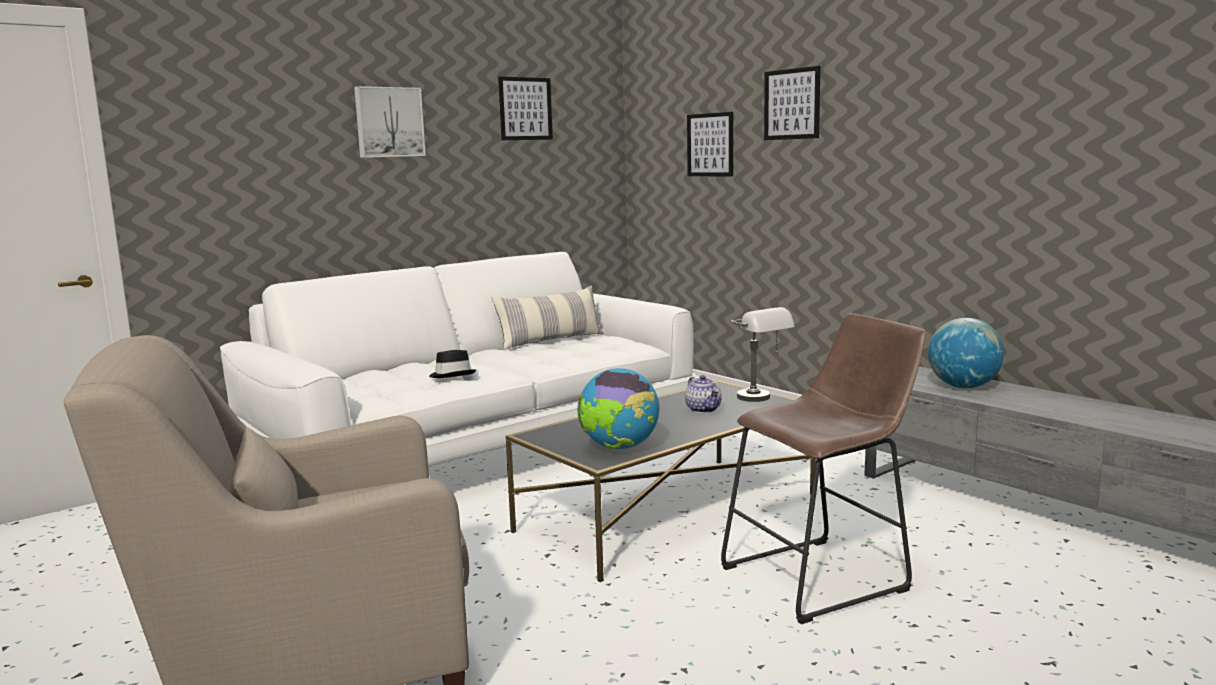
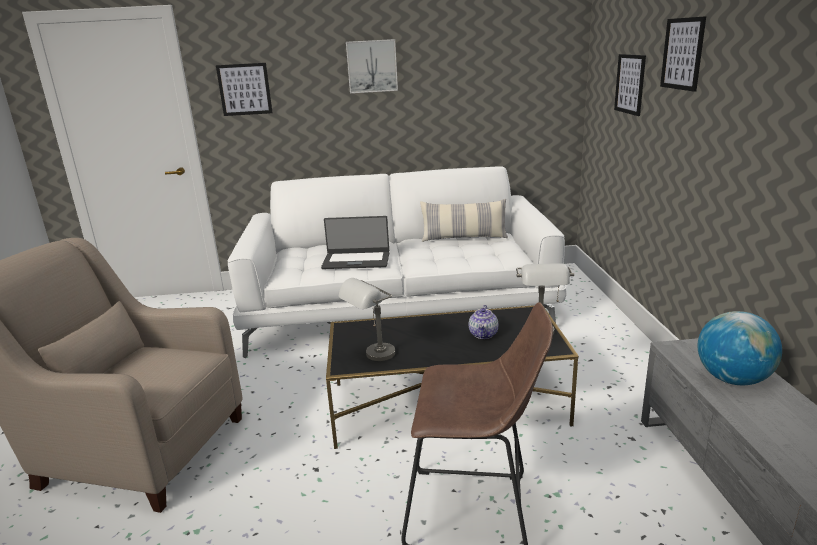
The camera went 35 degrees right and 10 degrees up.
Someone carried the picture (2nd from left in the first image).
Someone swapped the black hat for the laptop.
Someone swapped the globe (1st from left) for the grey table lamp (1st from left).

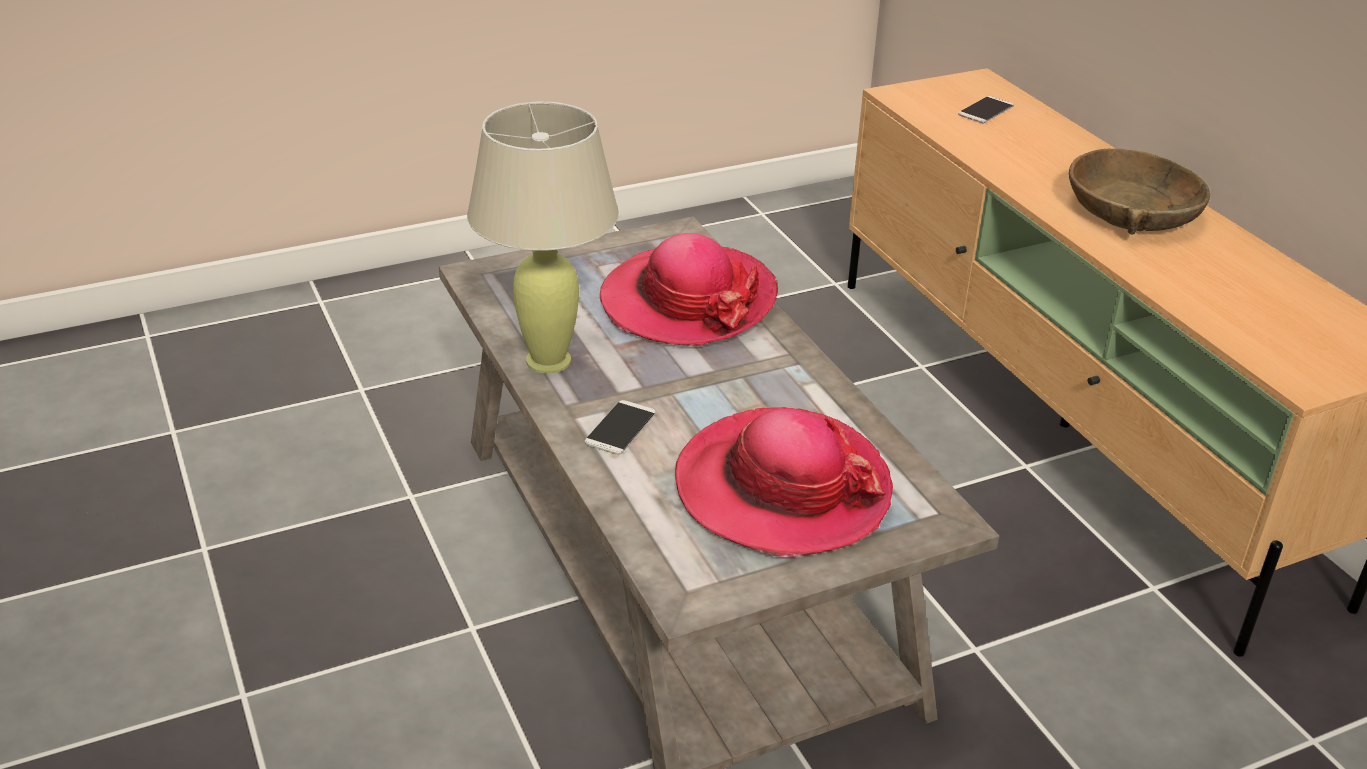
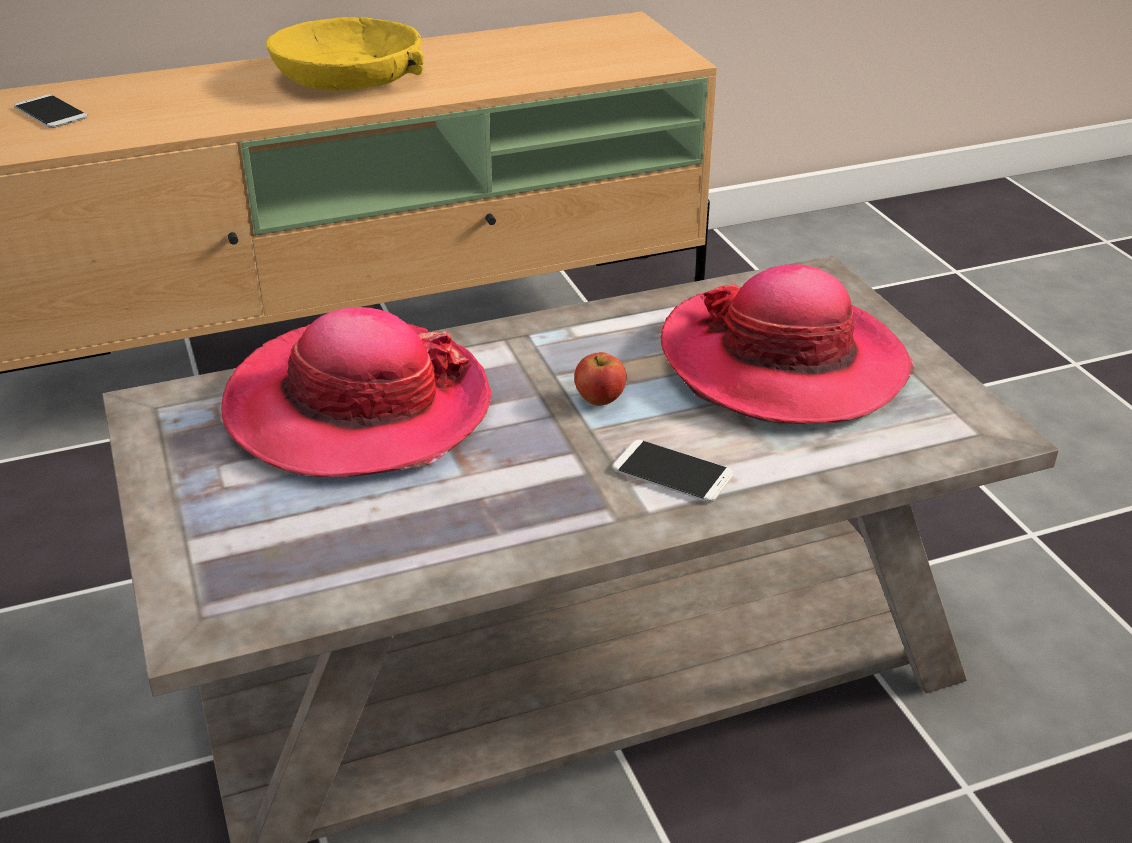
The camera went 85 degrees left and 0 degrees up.
Someone took away the beige table lamp.
Someone put down the apple.
Someone repainted the brown bowl, which became the yellow bowl.

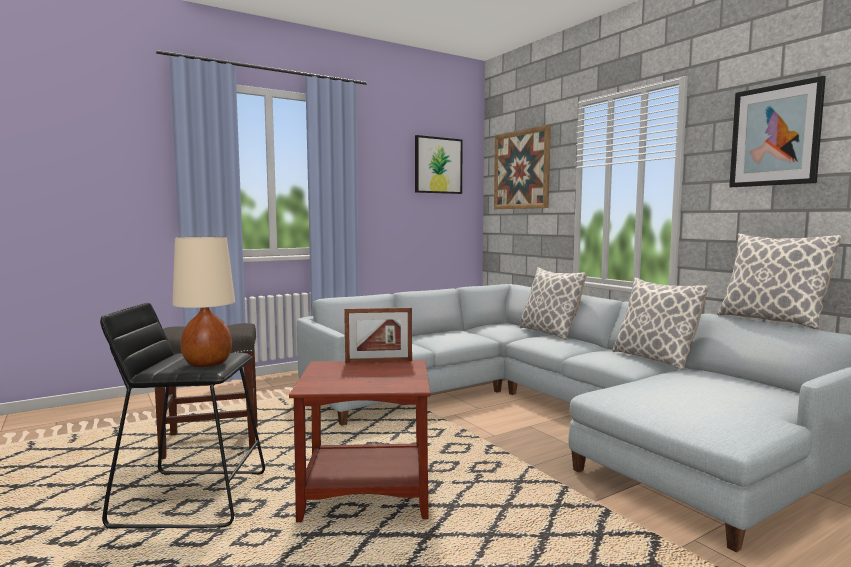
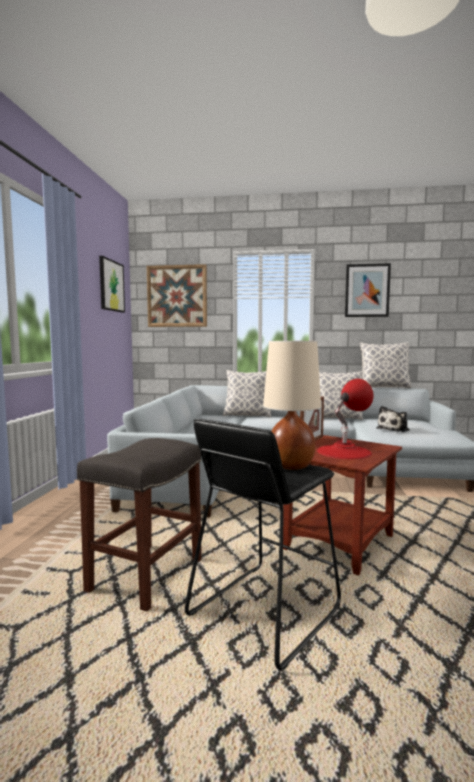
The camera went 50 degrees left and 0 degrees up.
Someone put down the red table lamp.
Someone put down the plush toy.

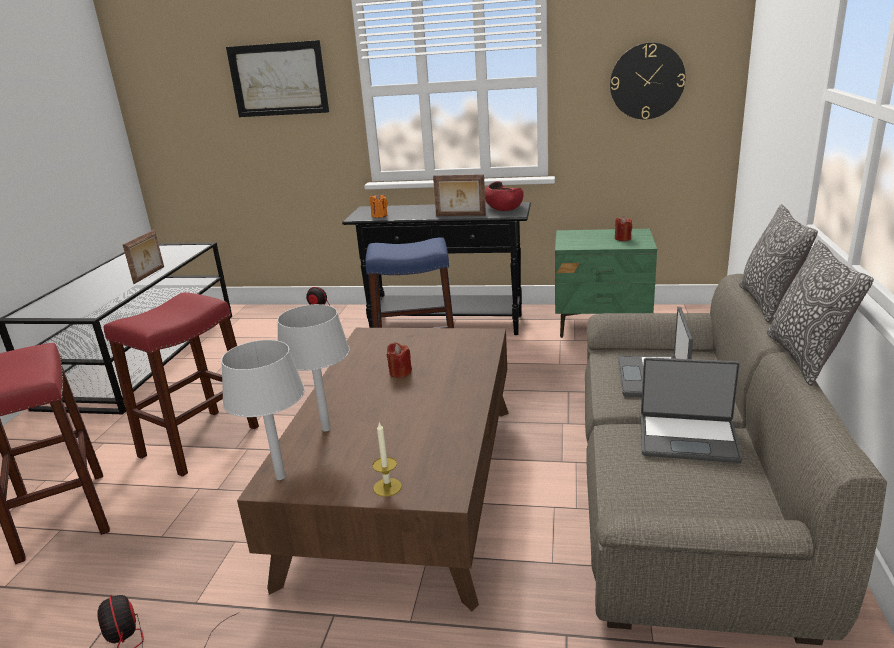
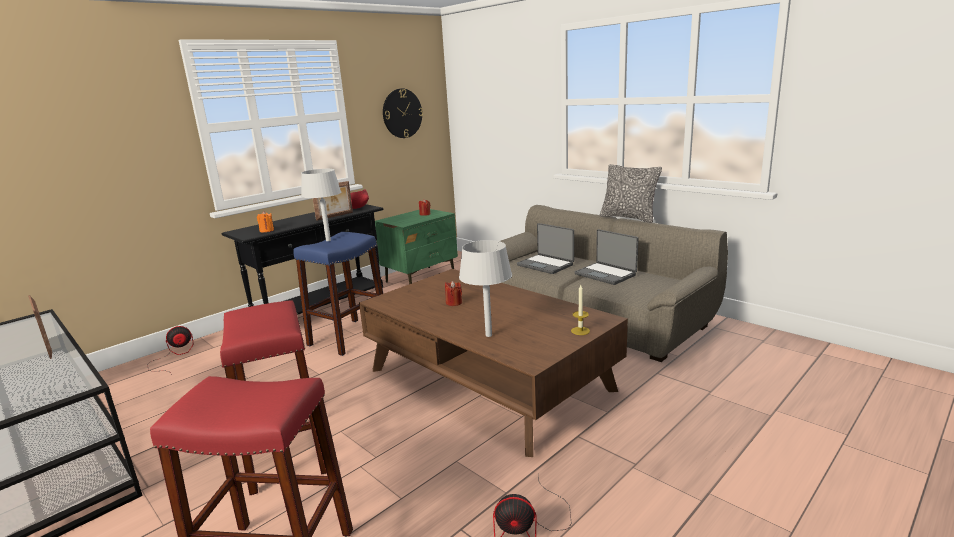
The camera went 55 degrees left and 5 degrees down.
Someone took away the picture.
Someone took away the pillow (1st from left).
Someone carried the grey table lamp (1st from left).
Someone rotated the laptop (2nd from left) by 90 degrees clockwise.

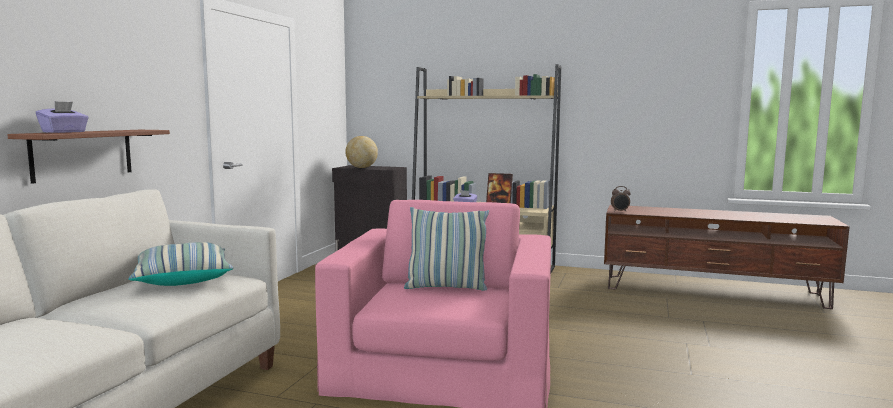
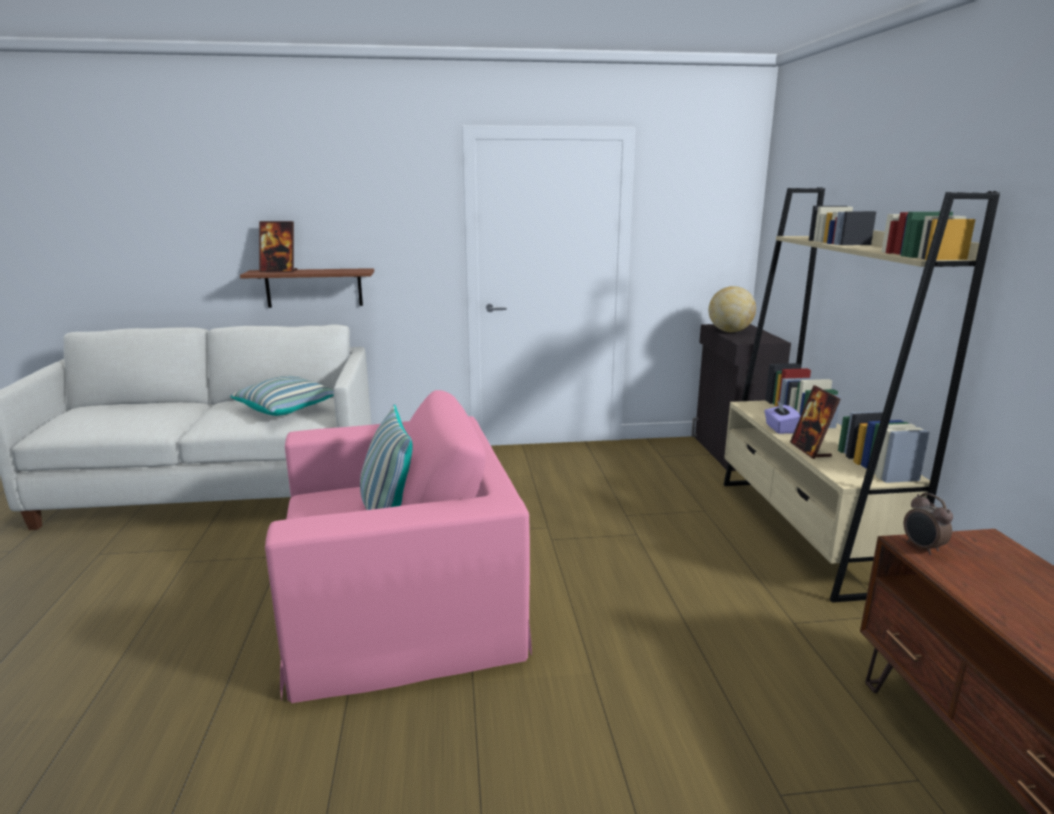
The camera went 65 degrees right and 10 degrees up.
Someone swapped the purple tissue box (1st from left) for the picture frame (1st from left).

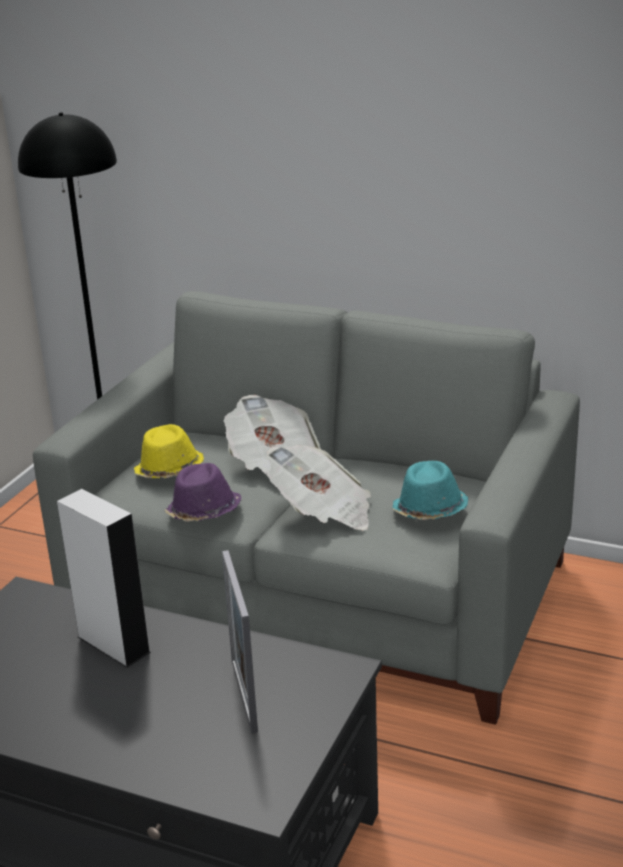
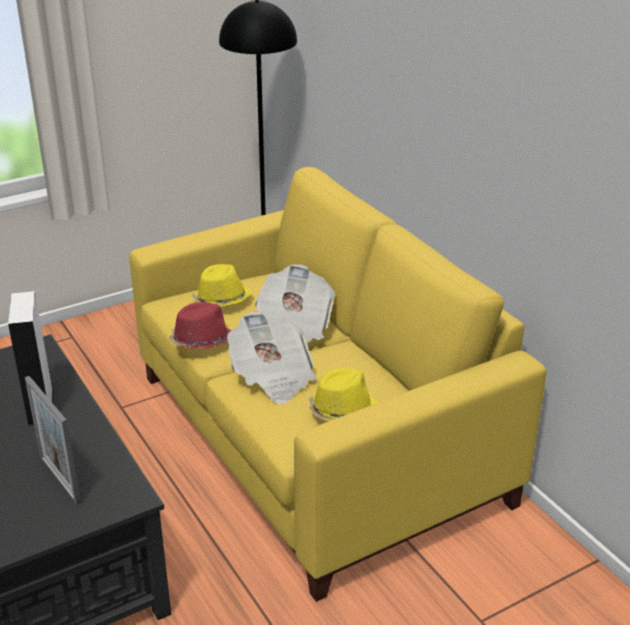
The camera went 35 degrees right and 5 degrees up.
Someone repainted the grey sofa, which became the yellow sofa.
Someone repainted the purple hat, which became the red hat.
Someone repainted the turquoise hat, which became the yellow hat (2nd from left).
Someone rotated the picture frame by 60 degrees counterclockwise.

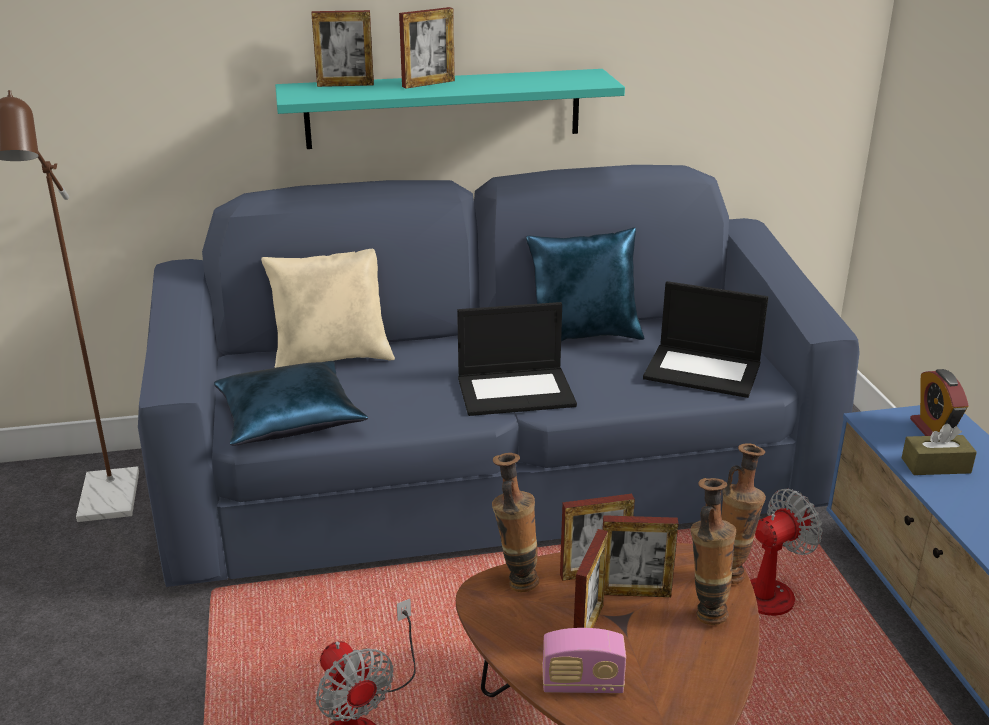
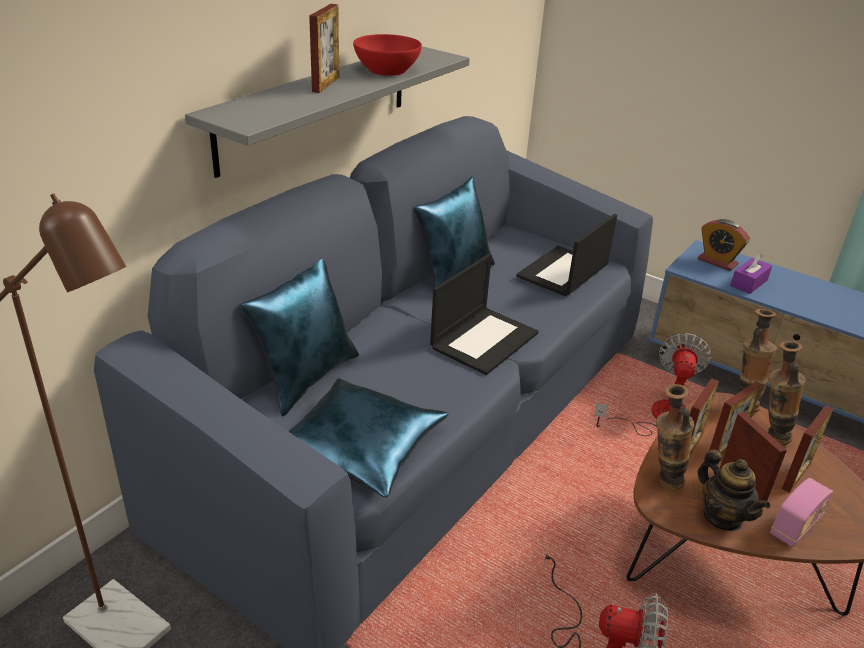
The camera went 45 degrees left and 5 degrees up.
Someone put down the red bowl.
Someone put down the teapot.
Someone carried the picture frame (1st from left in the first image).
Someone repainted the beige pillow, which became the blue pillow (1st from left).
Someone repainted the turquoise shelf, which became the grey shelf.
Someone repainted the brown tissue box, which became the purple tissue box.
Someone rotated the laptop (2nd from left) by 150 degrees clockwise.

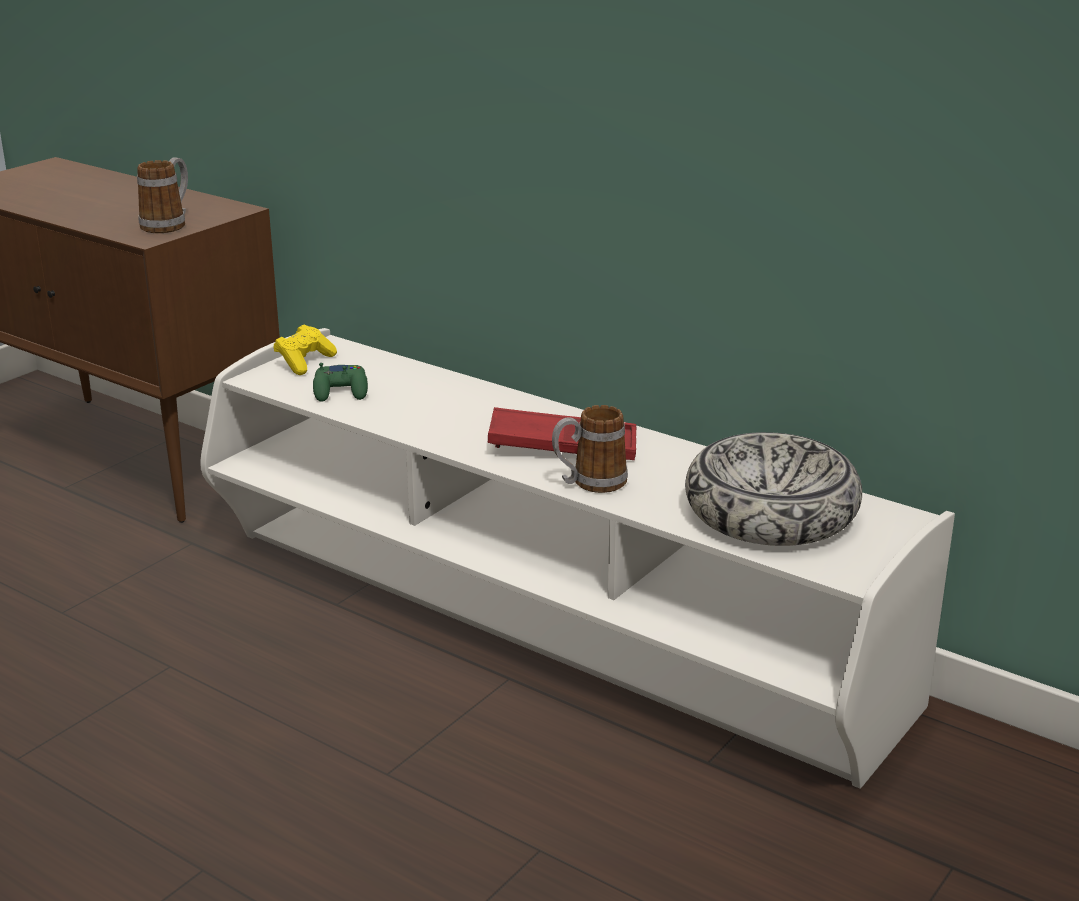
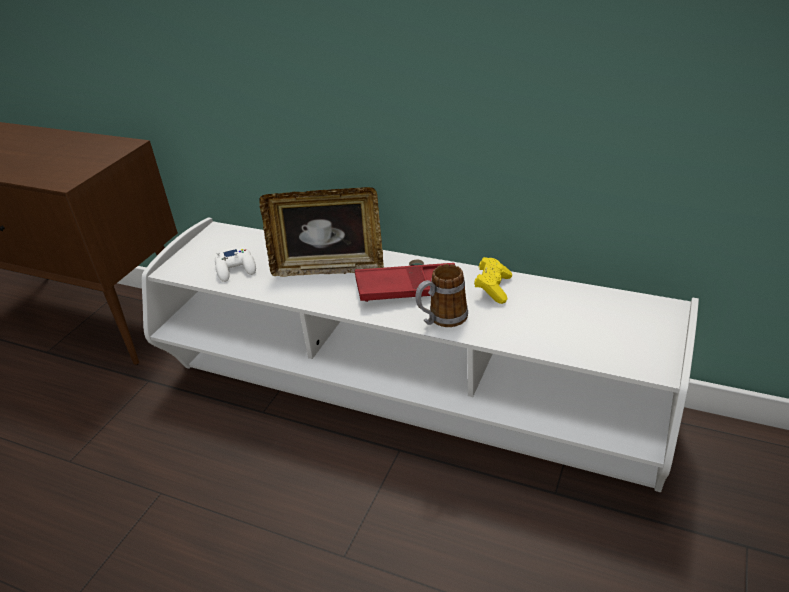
The camera went 10 degrees left and 10 degrees up.
Someone took away the mug (1st from left).
Someone took away the bowl.
Someone put down the picture frame.
Someone carried the yellow game controller.
Someone repainted the green game controller, which became the white game controller.

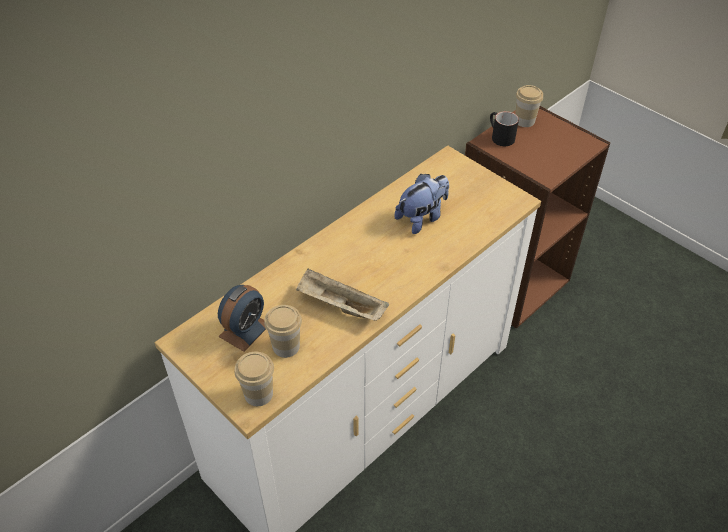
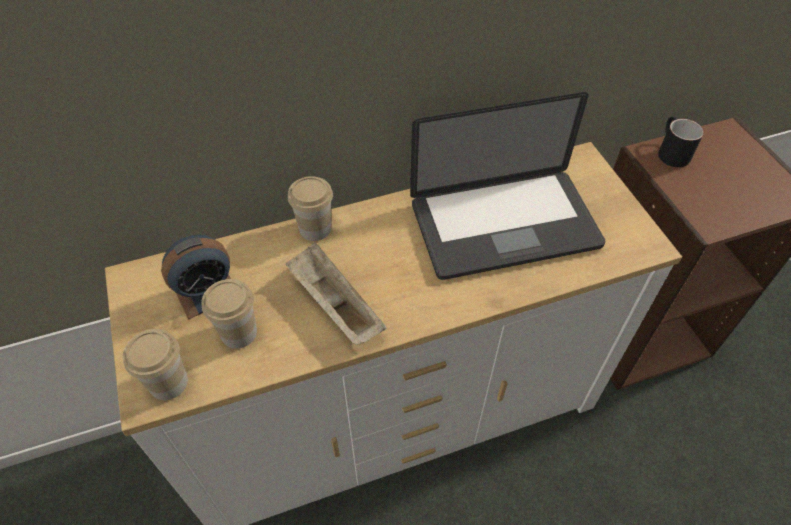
The camera went 25 degrees right and 5 degrees up.
Someone carried the cup (3rd from left).
Someone swapped the plush toy for the laptop.

